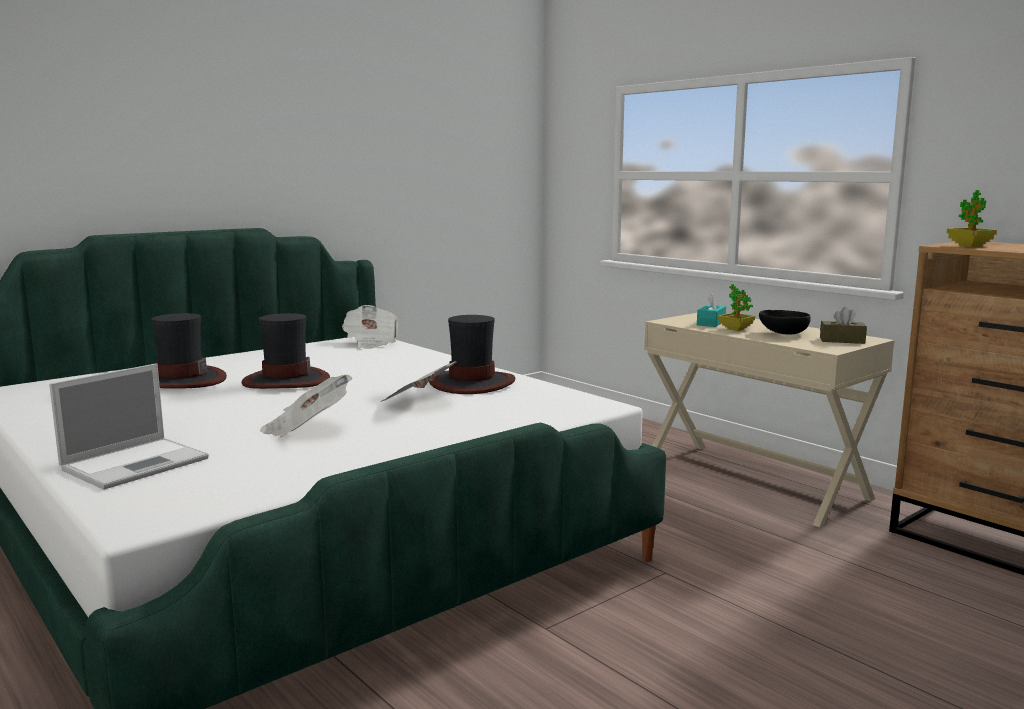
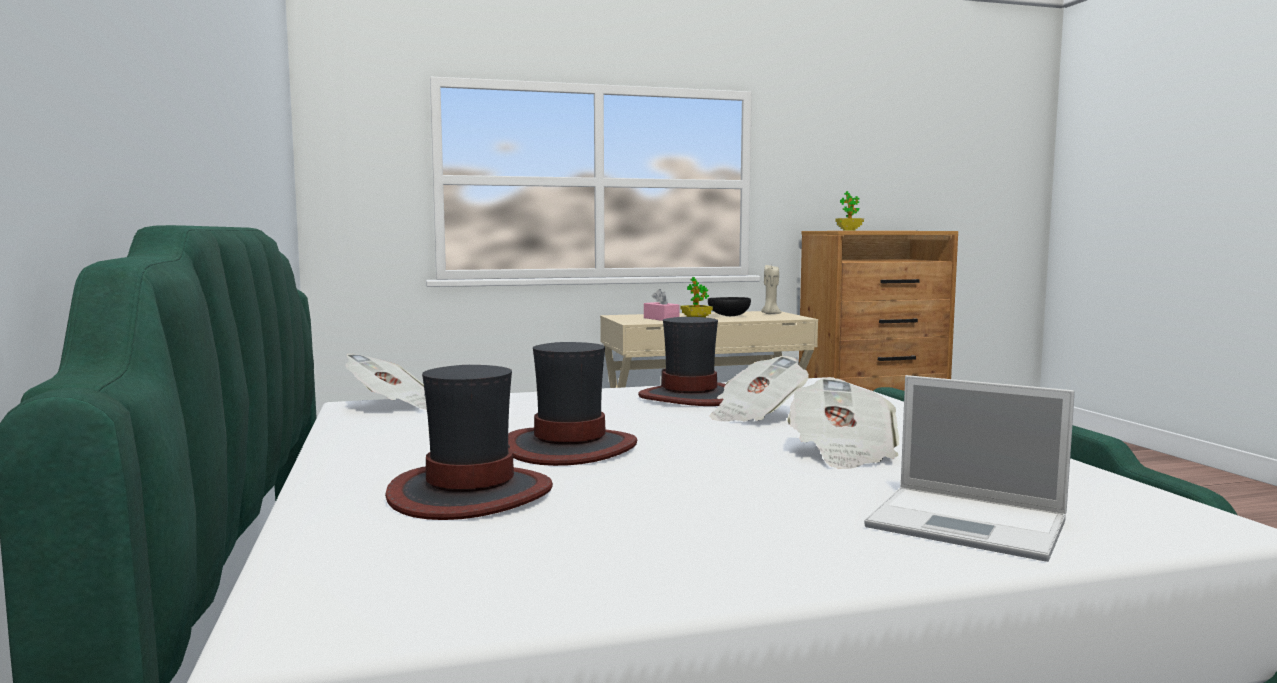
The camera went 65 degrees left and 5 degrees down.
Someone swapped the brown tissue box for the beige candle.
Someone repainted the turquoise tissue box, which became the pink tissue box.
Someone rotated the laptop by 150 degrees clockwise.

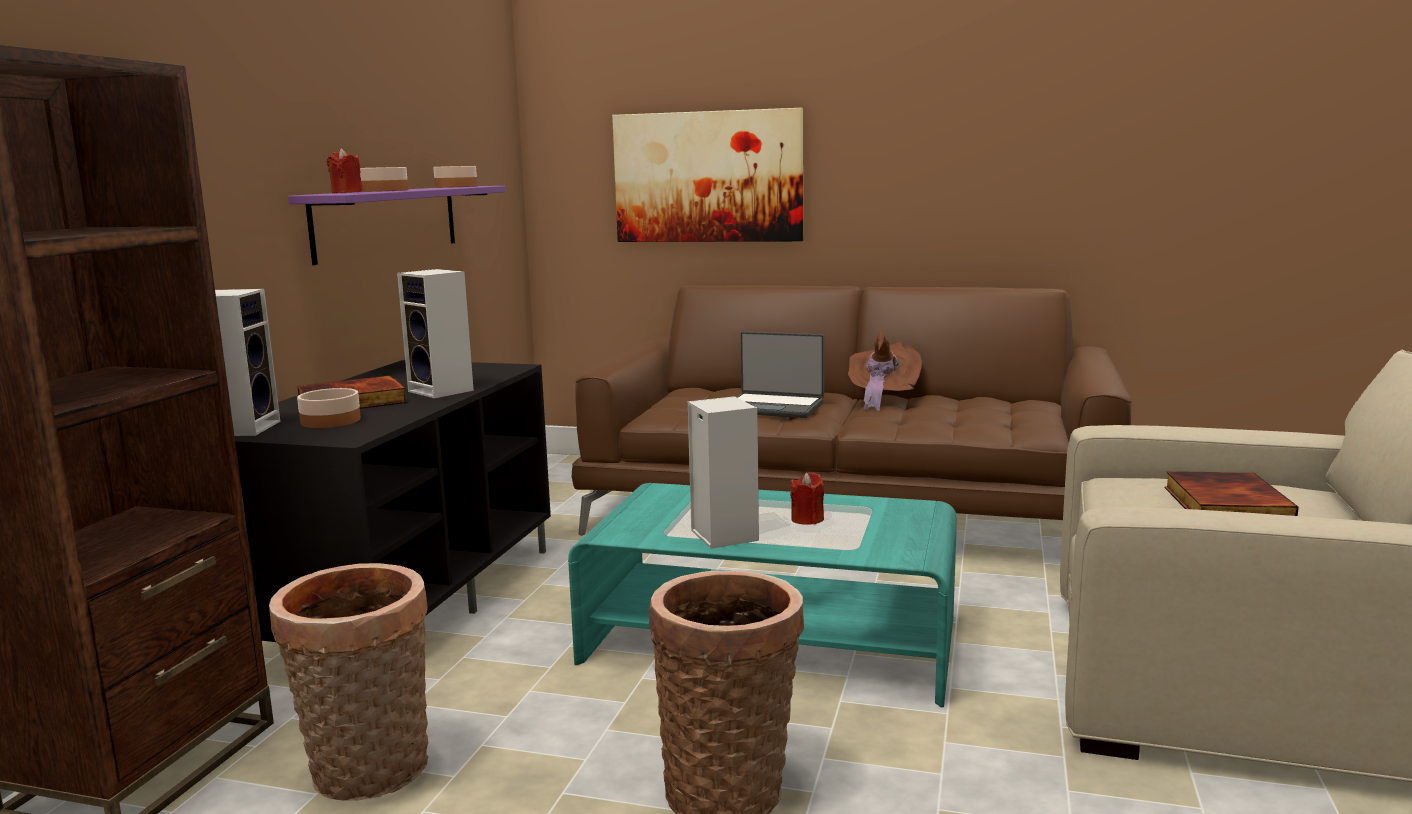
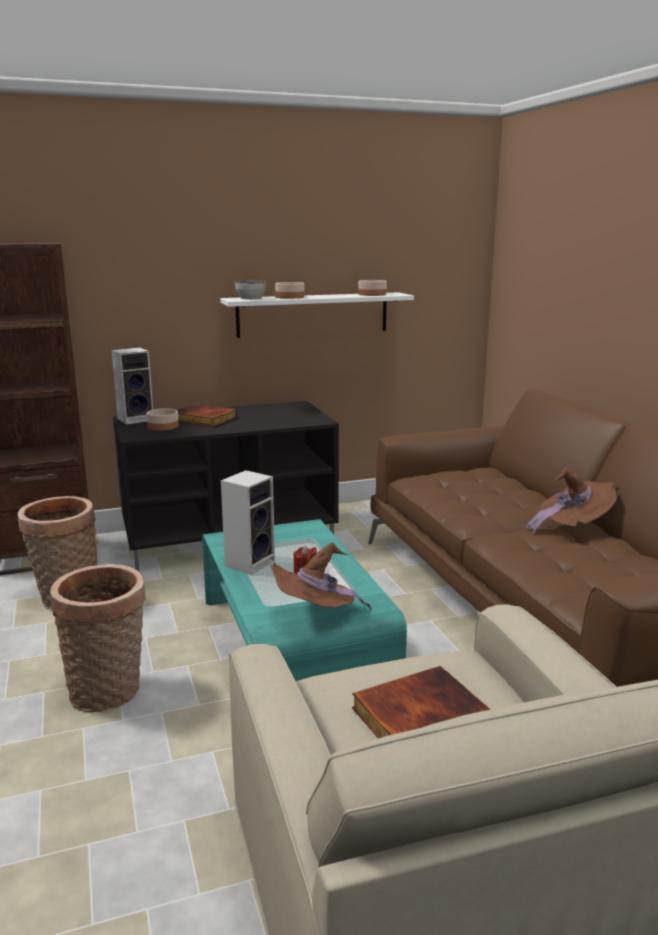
The camera went 55 degrees right and 5 degrees up.
Someone took away the speaker (2nd from left).
Someone took away the picture.
Someone took away the laptop.
Someone put down the brown hat (1st from left).
Someone swapped the red candle (1st from left) for the bowl (2nd from left).
Someone repainted the purple shelf, which became the white shelf.

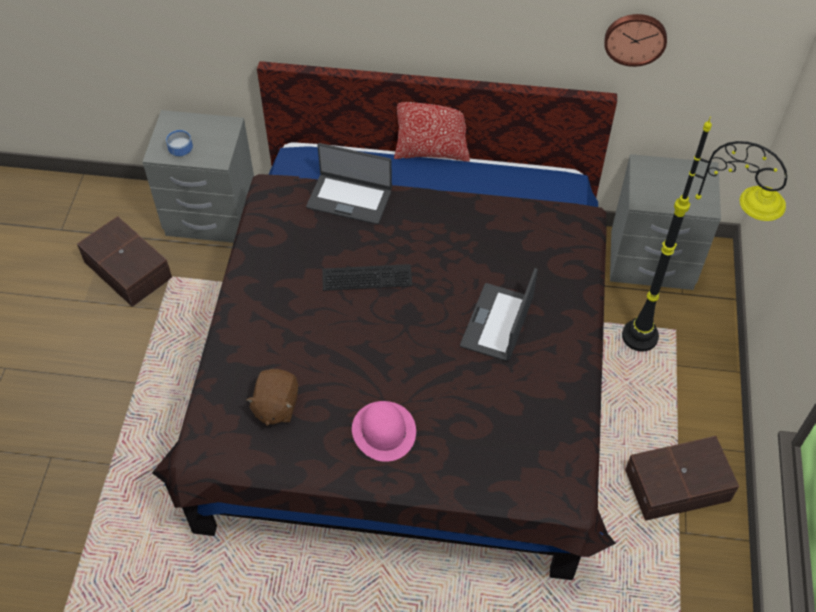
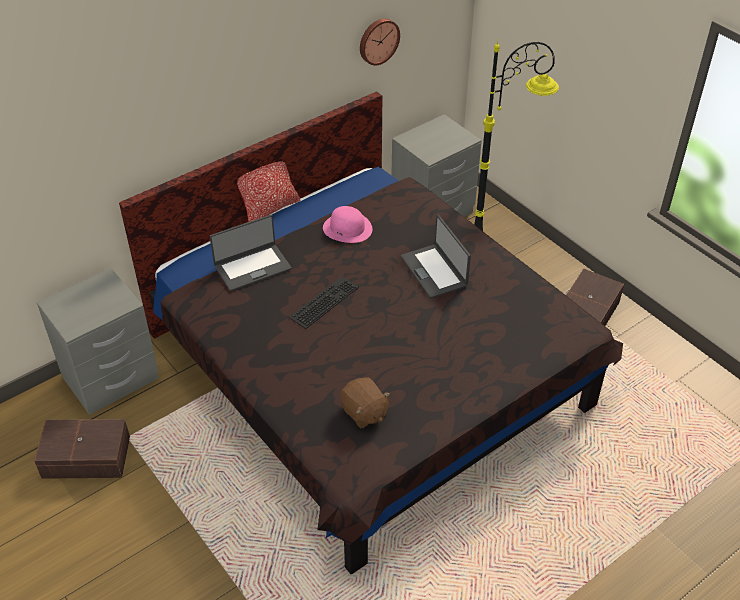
The camera went 45 degrees left and 10 degrees down.
Someone took away the bowl.
Someone carried the pink hat.

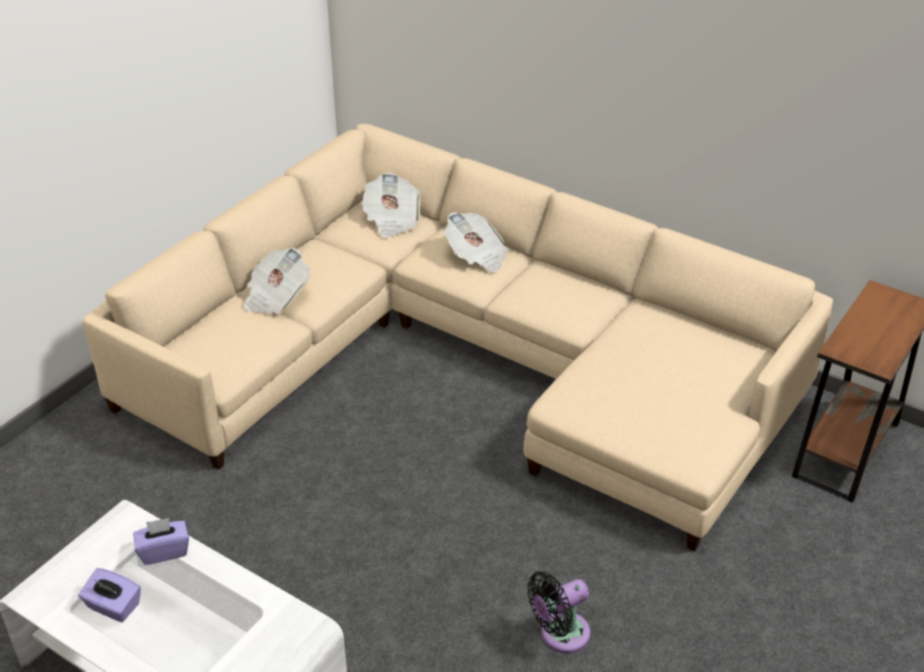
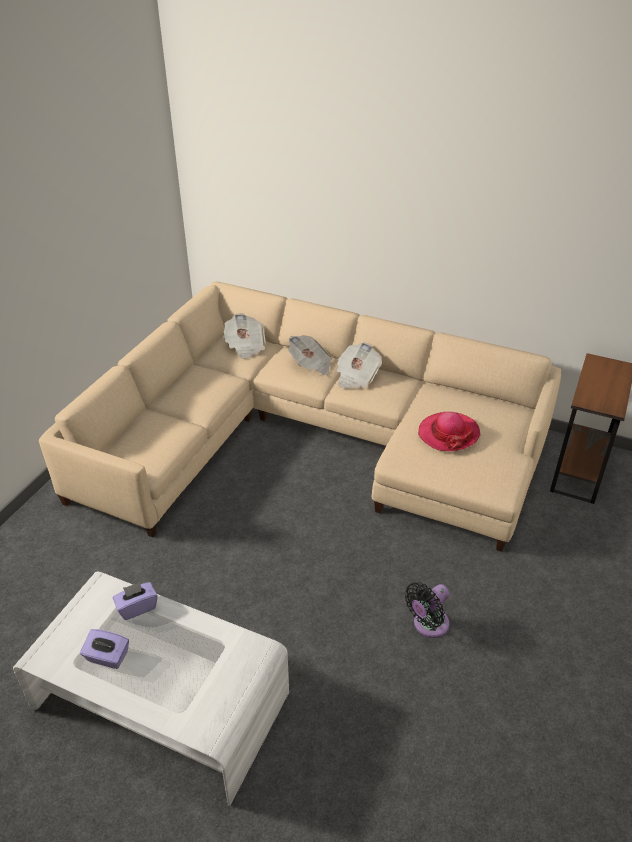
The camera went 10 degrees left and 0 degrees up.
Someone put down the hat.
Someone carried the newspaper (1st from left in the first image).

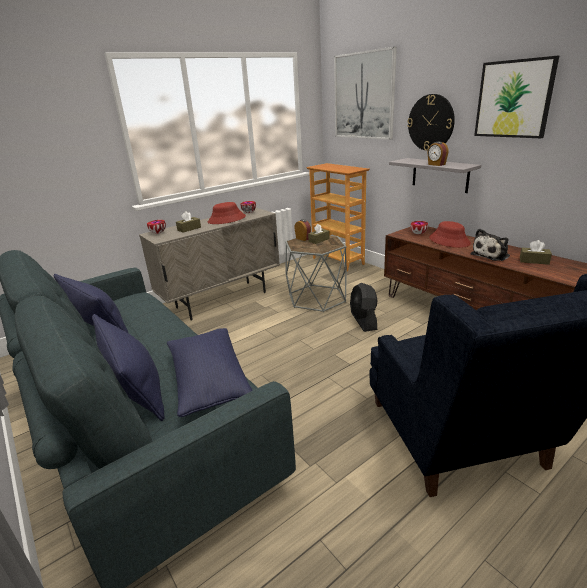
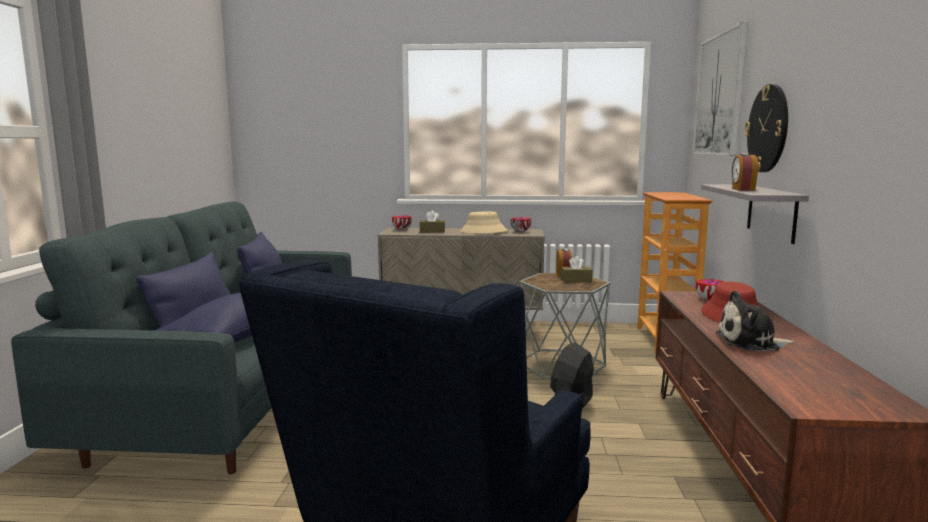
The camera went 40 degrees right and 15 degrees down.
Someone took away the picture (2nd from left).
Someone took away the brown tissue box (3rd from left).
Someone repainted the red hat (1st from left), which became the beige hat.

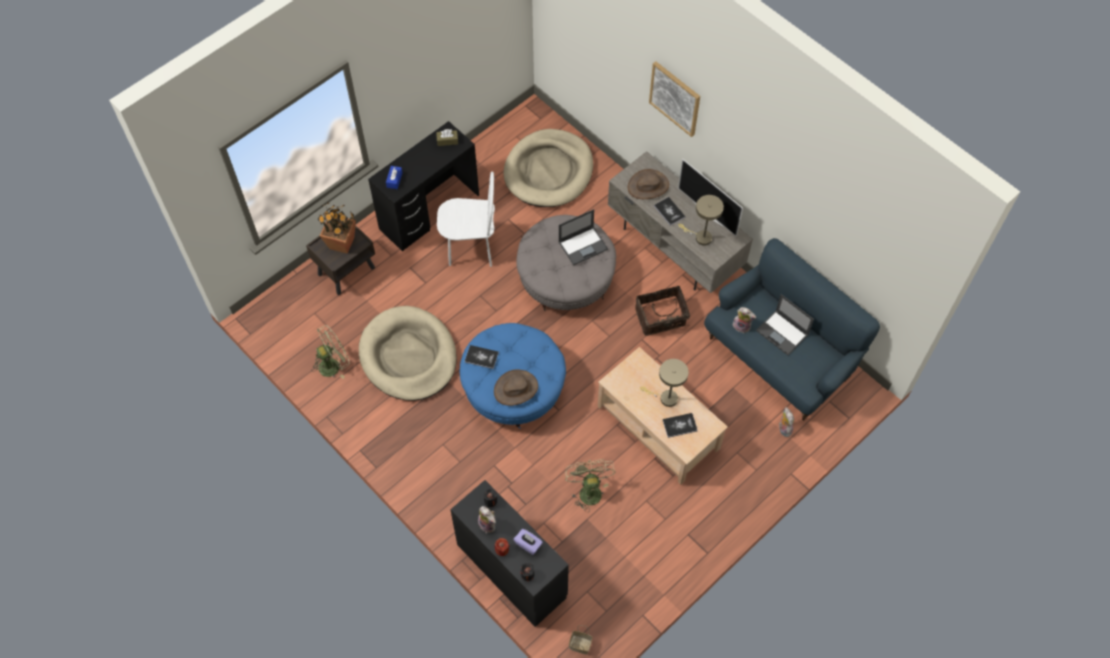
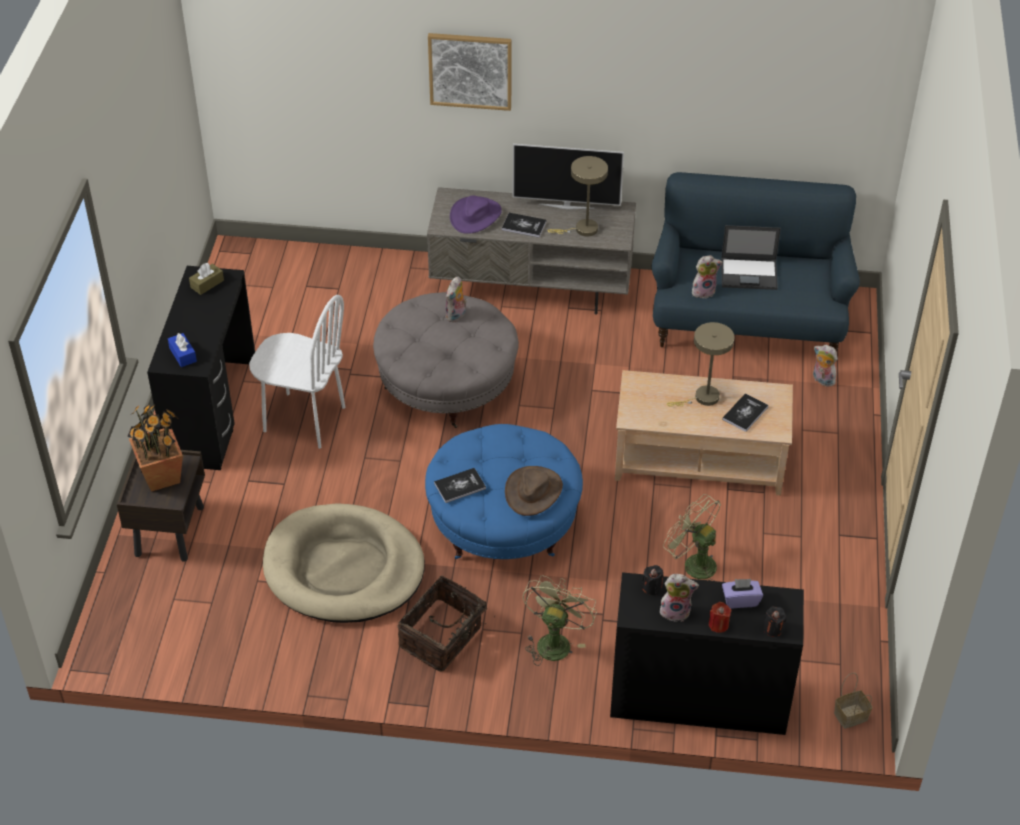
The camera went 40 degrees left and 15 degrees down.
Someone took away the beige dog bed (2nd from left).
Someone carried the green fan (1st from left).
Someone carried the basket (2nd from left in the first image).
Someone swapped the laptop (1st from left) for the plush toy (1st from left).
Someone repainted the brown hat (2nd from left), which became the purple hat.
Someone rotated the white chair by 60 degrees clockwise.

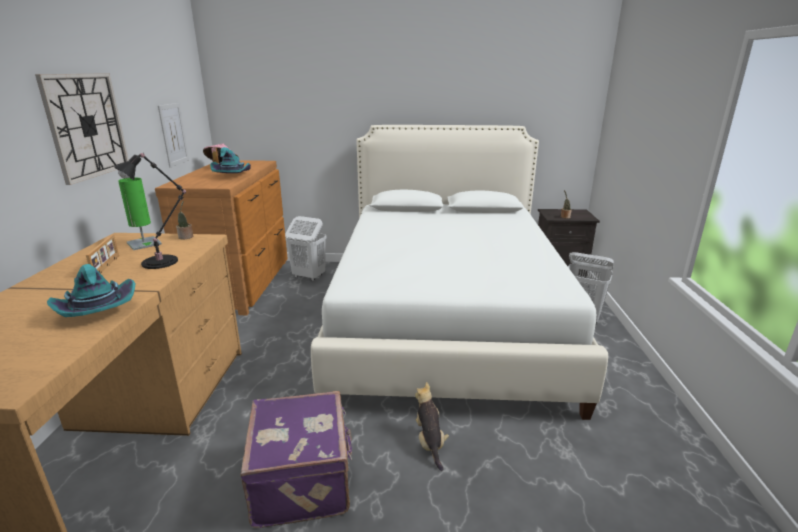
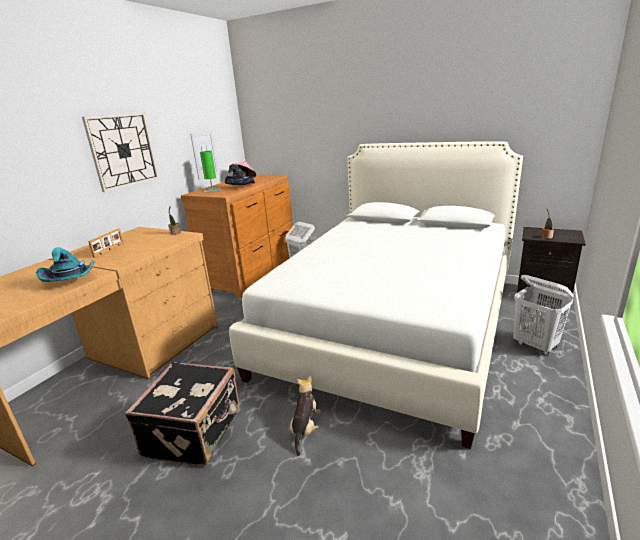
The camera went 25 degrees right and 0 degrees up.
Someone took away the black table lamp.
Someone carried the green table lamp.
Someone repainted the turquoise hat (2nd from left), which became the black hat.
Someone repainted the purple suitcase, which became the black suitcase.

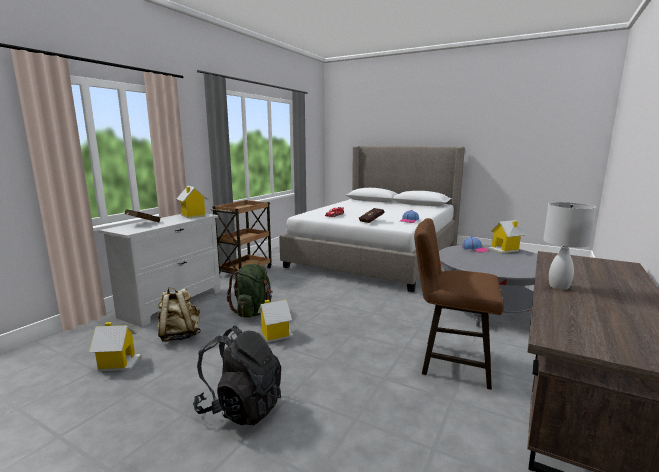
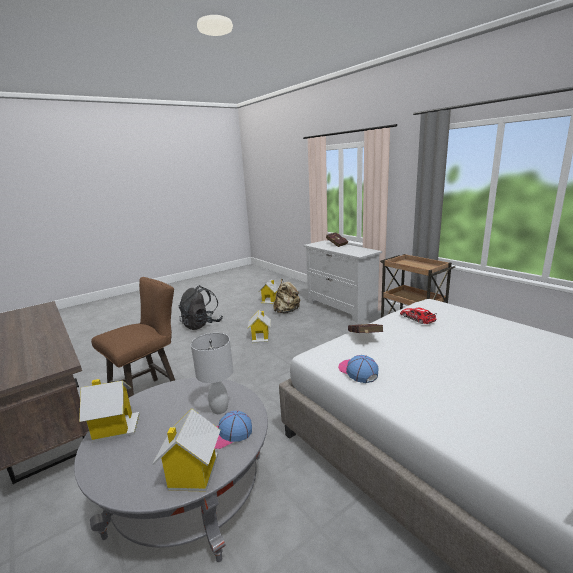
The camera went 115 degrees right and 5 degrees up.
Someone took away the green backpack.
Someone carried the toy house (2nd from left in the first image).
Someone carried the white table lamp.

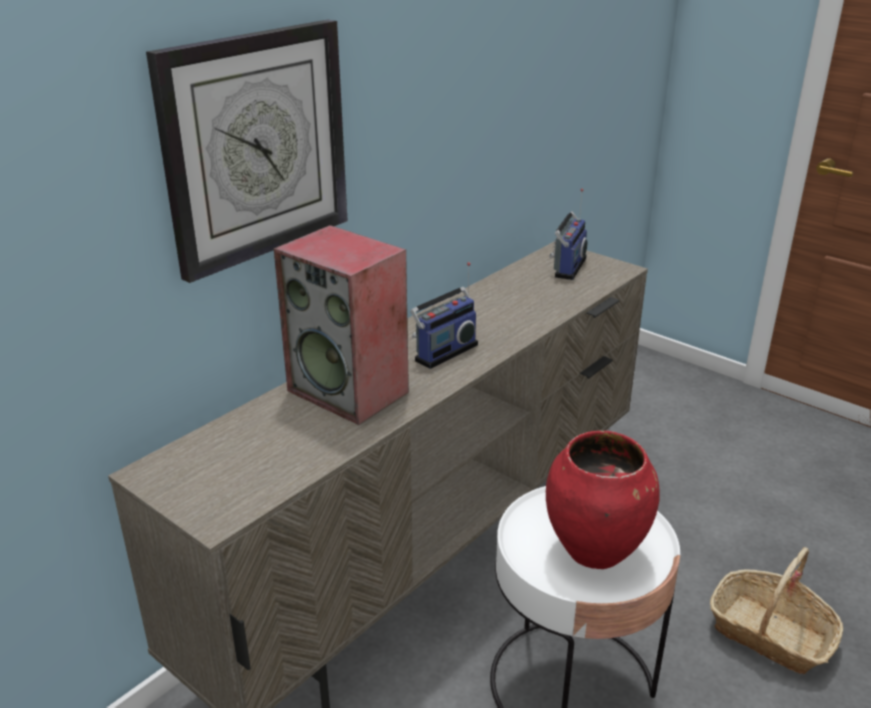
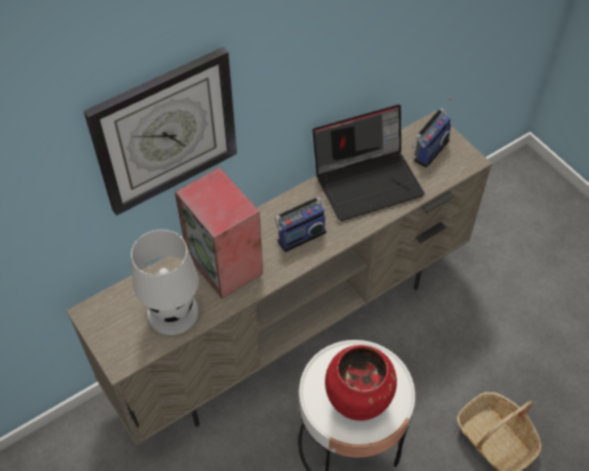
The camera went 15 degrees right and 25 degrees up.
Someone put down the white table lamp.
Someone put down the laptop.

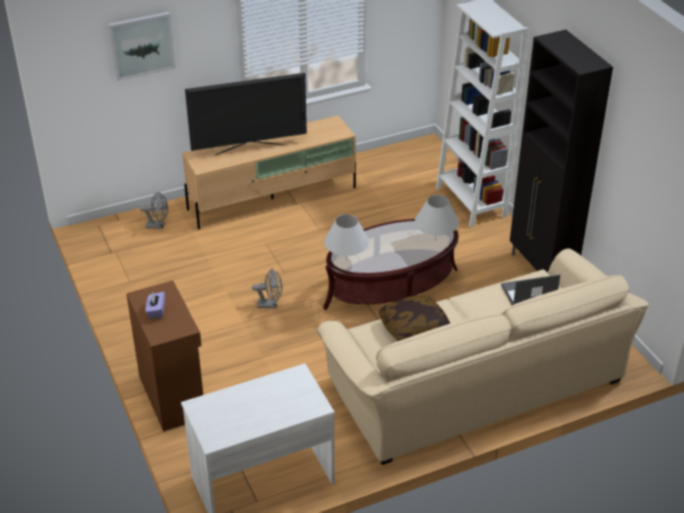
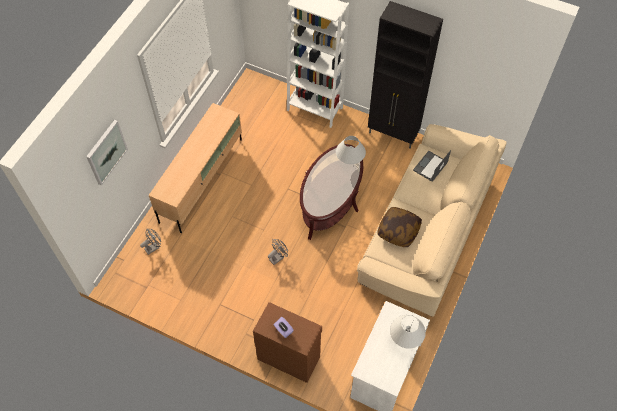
The camera went 40 degrees left and 20 degrees up.
Someone took away the television.
Someone carried the white table lamp (1st from left in the first image).

